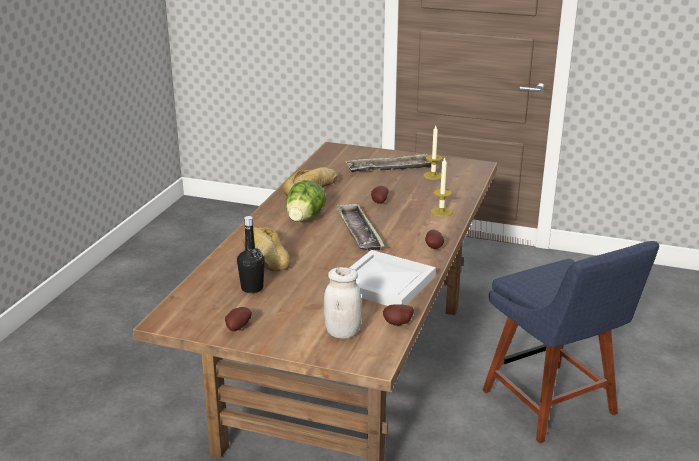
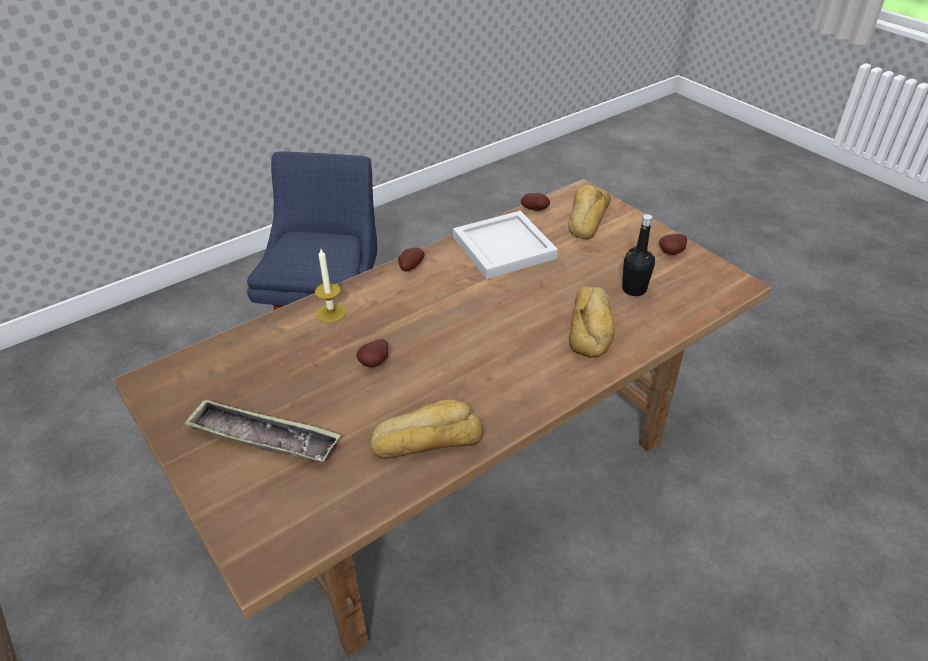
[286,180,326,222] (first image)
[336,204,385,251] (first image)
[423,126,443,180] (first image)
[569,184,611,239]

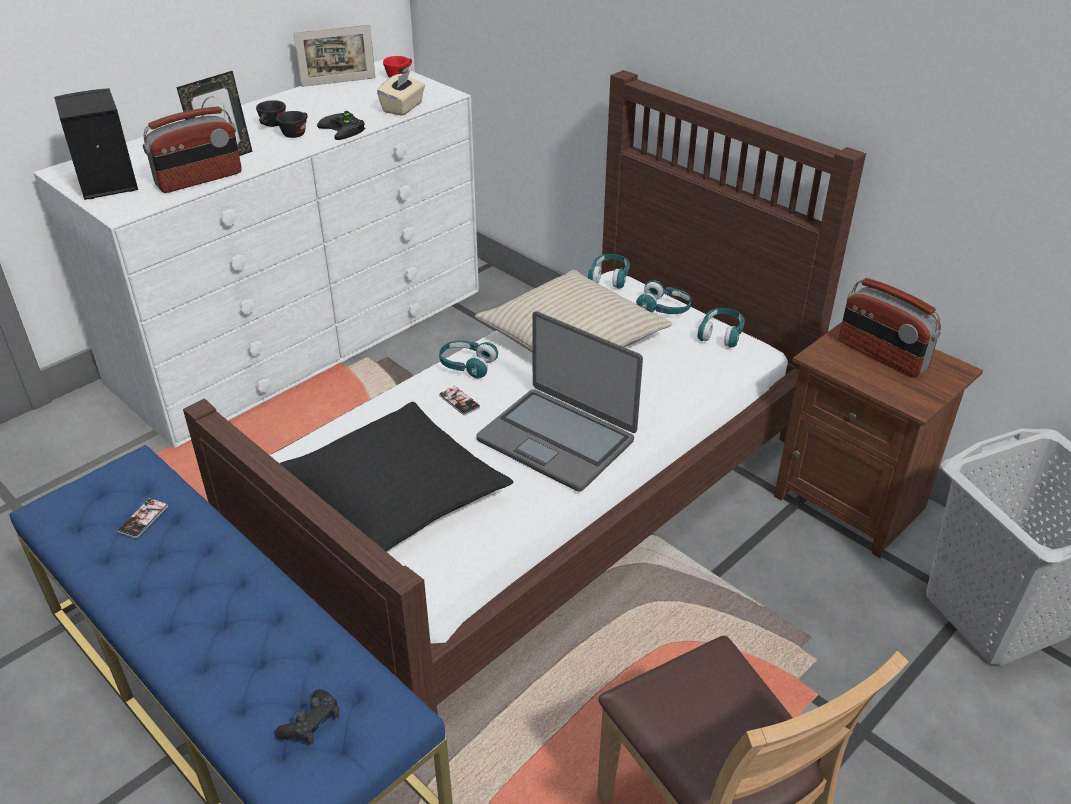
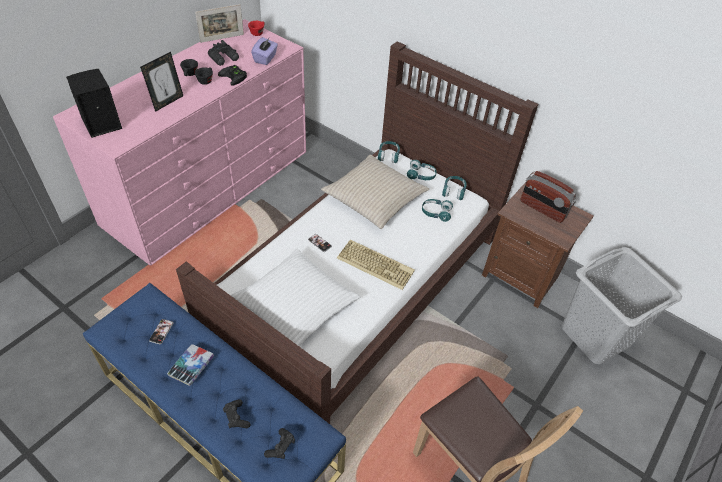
[143,106,242,193] (first image)
[167,344,214,386]
[208,40,239,66]
[223,399,250,428]
[422,199,453,222]
[337,240,415,290]
[53,19,306,266]
[231,249,360,347]
[251,37,278,65]

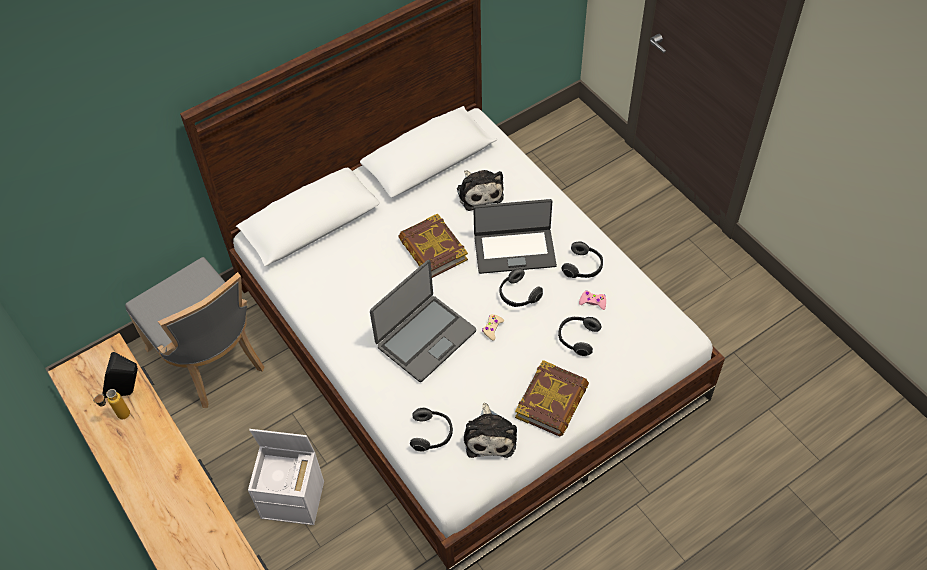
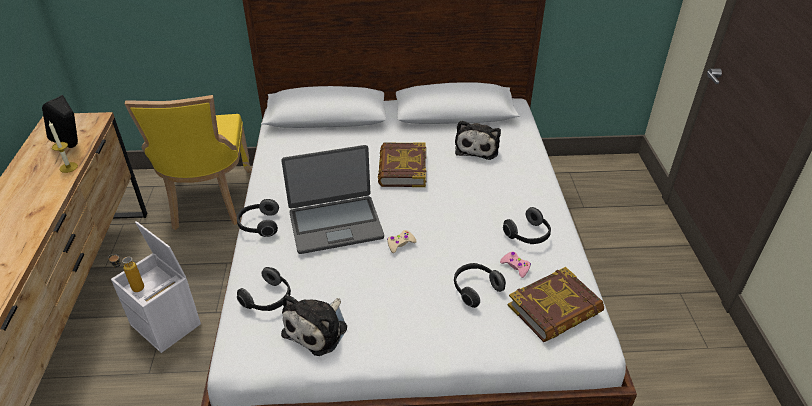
[473,199,557,274] (first image)
[49,121,78,173]
[108,254,144,292]
[237,199,279,237]
[508,267,604,342]
[125,95,252,230]

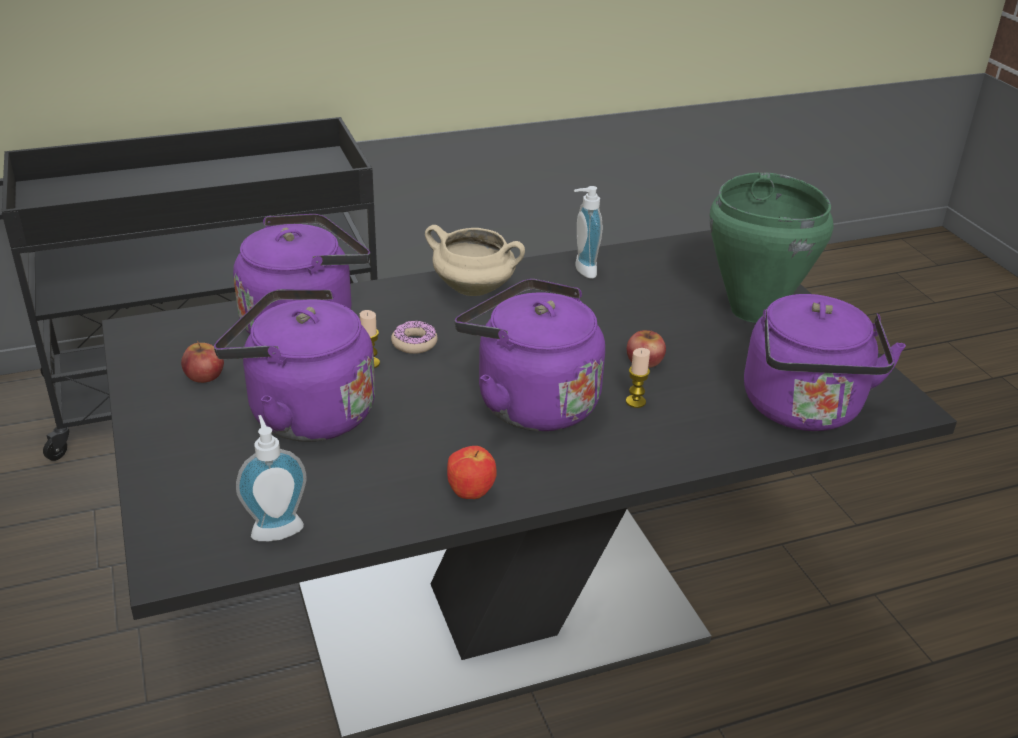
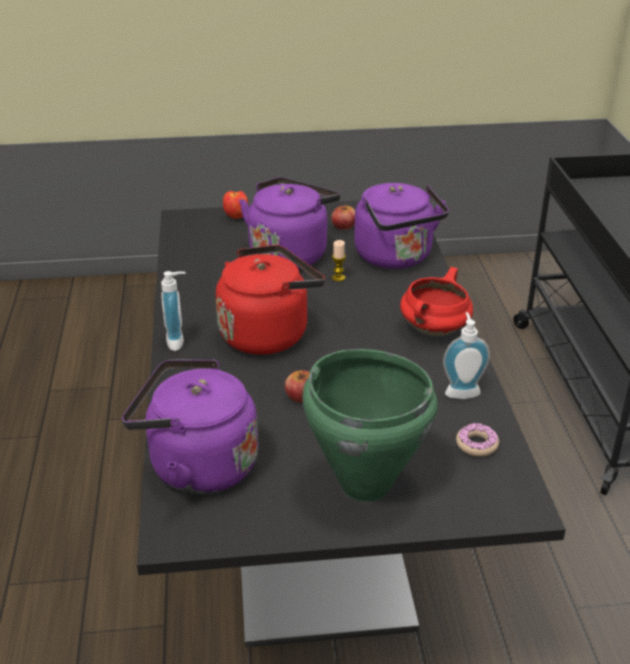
[626,348,650,408] (first image)
[161,271,186,351]
[456,423,499,457]
[223,191,248,219]
[400,267,473,336]
[216,245,325,355]

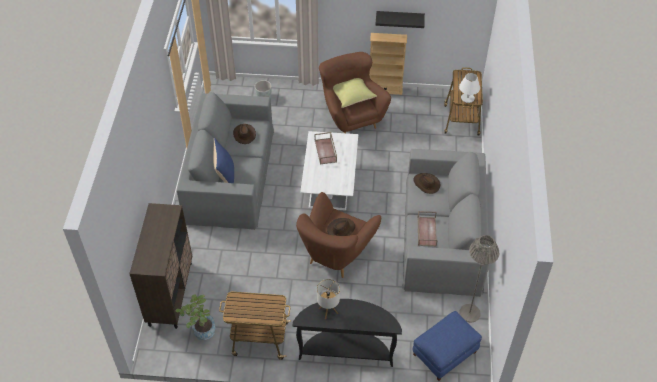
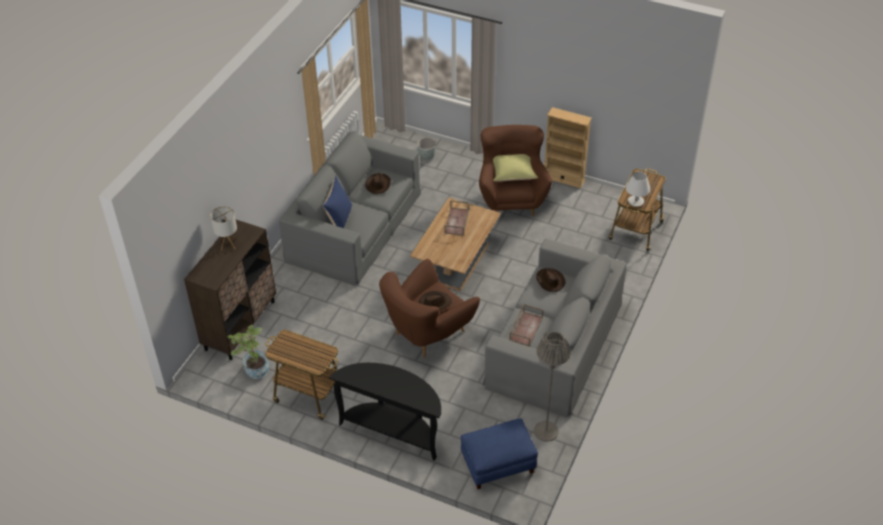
[375,11,425,28] (first image)
[210,206,237,251]
[410,197,501,291]

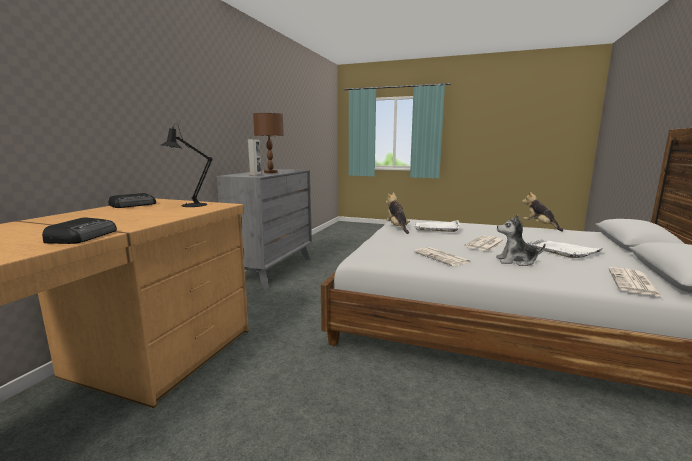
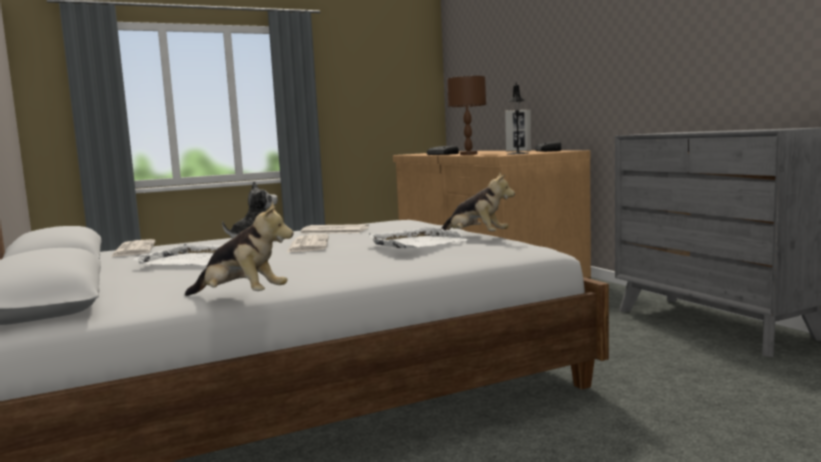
[505,109,531,151]
[447,76,486,155]

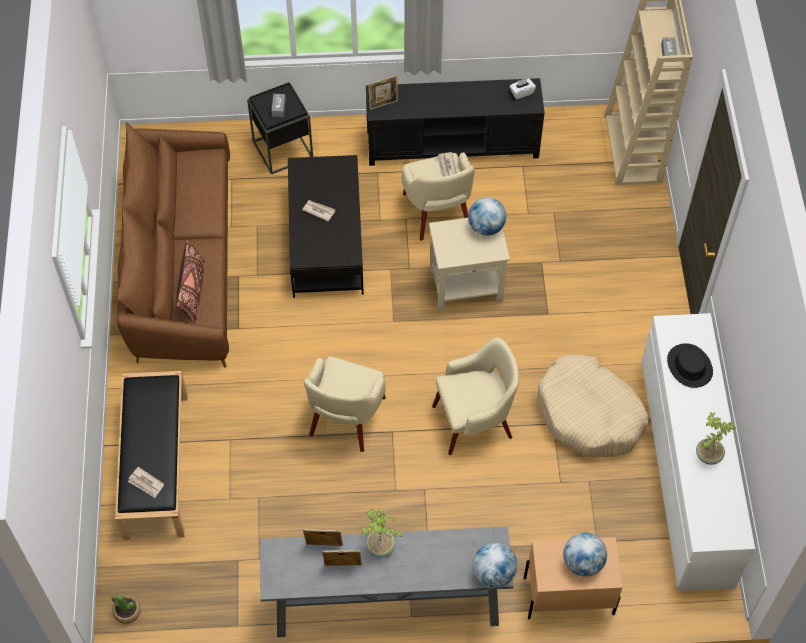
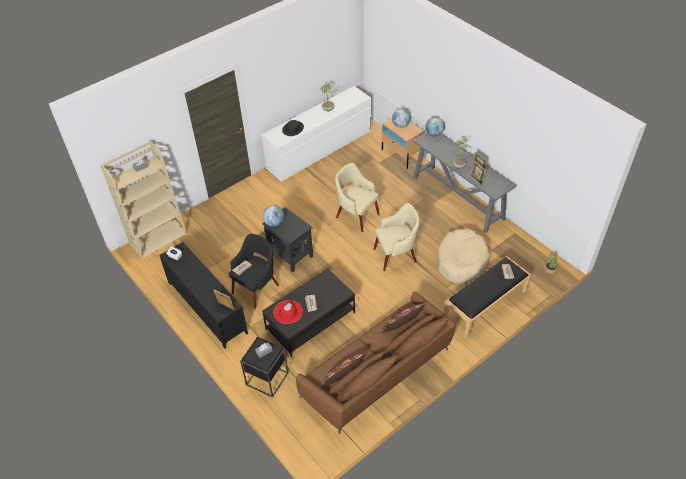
[274,300,303,324]
[322,353,366,386]
[437,228,490,284]
[229,234,279,309]
[262,207,313,272]

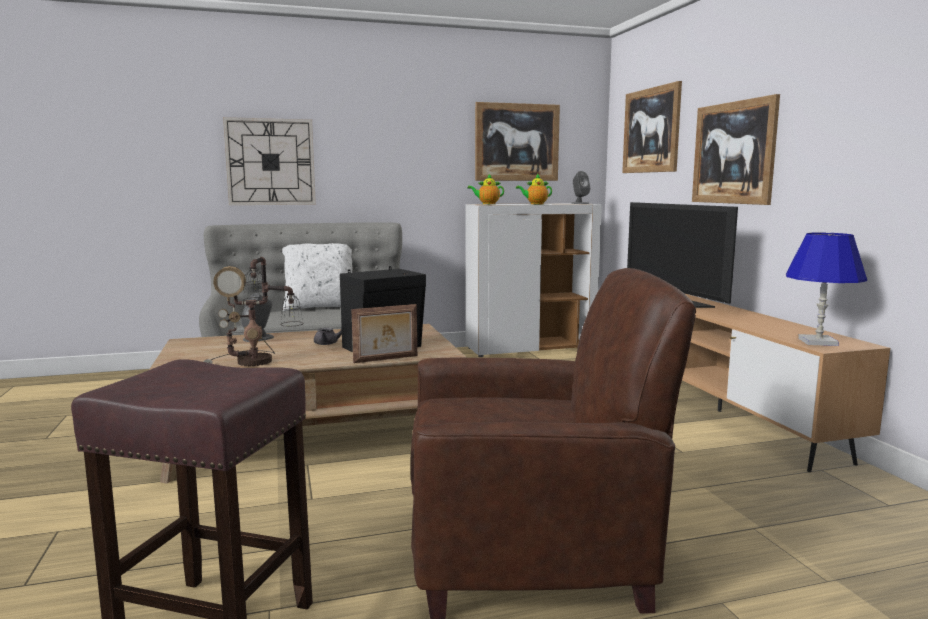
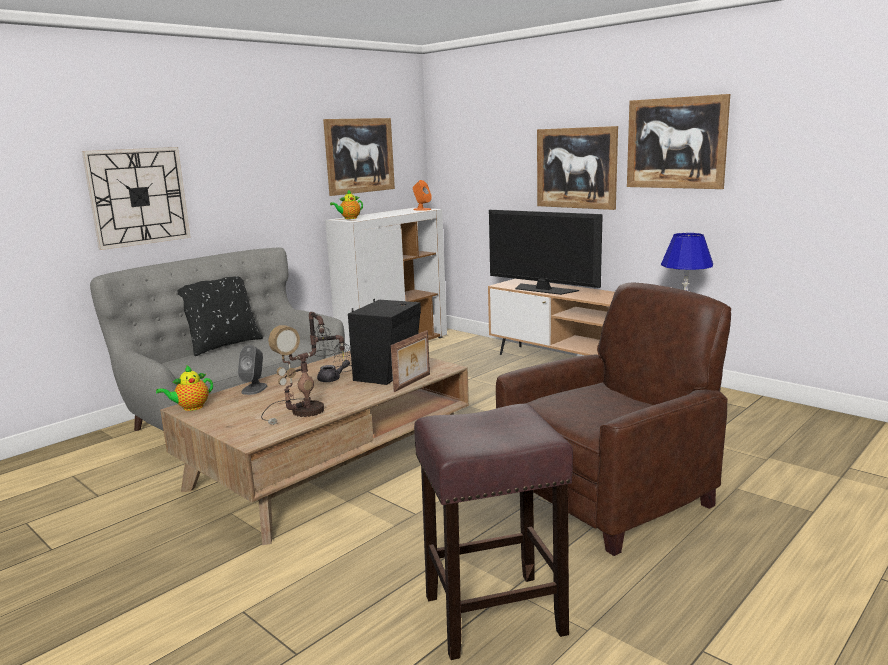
[156,365,213,411]
[627,94,730,189]
[178,276,263,356]
[413,180,432,211]

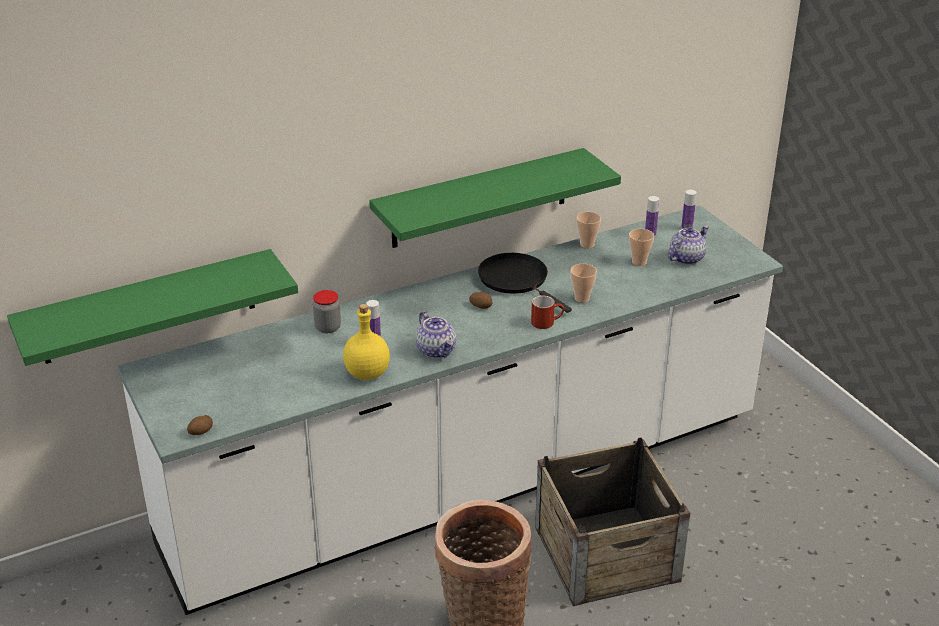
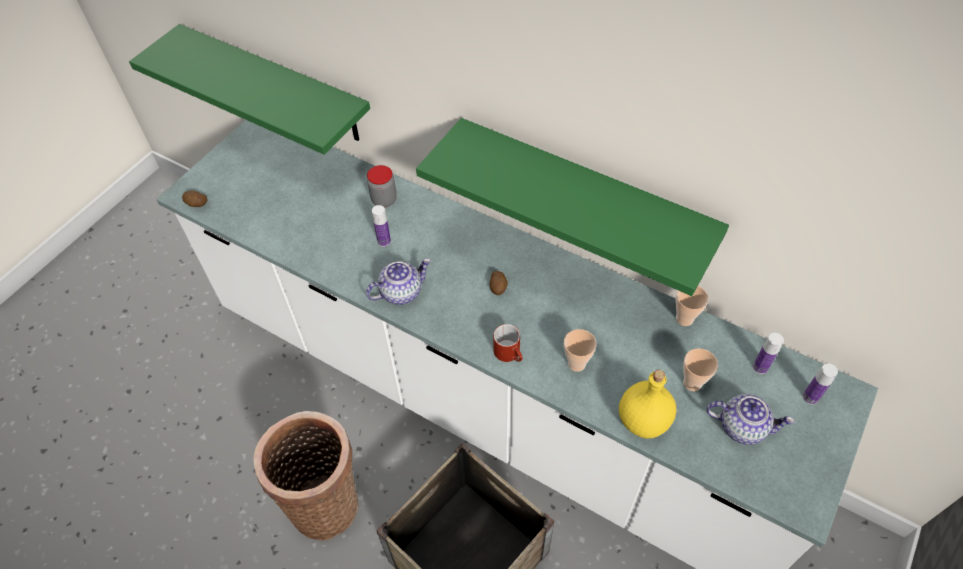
[478,253,572,313] (first image)
[619,370,677,438]
[366,258,431,305]

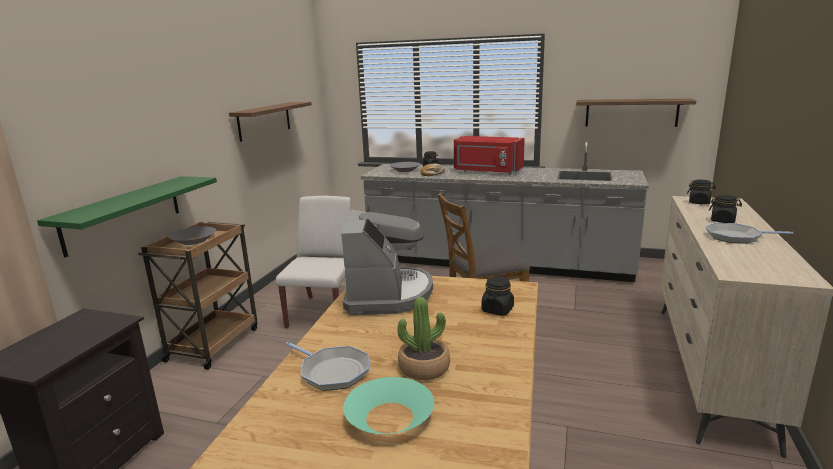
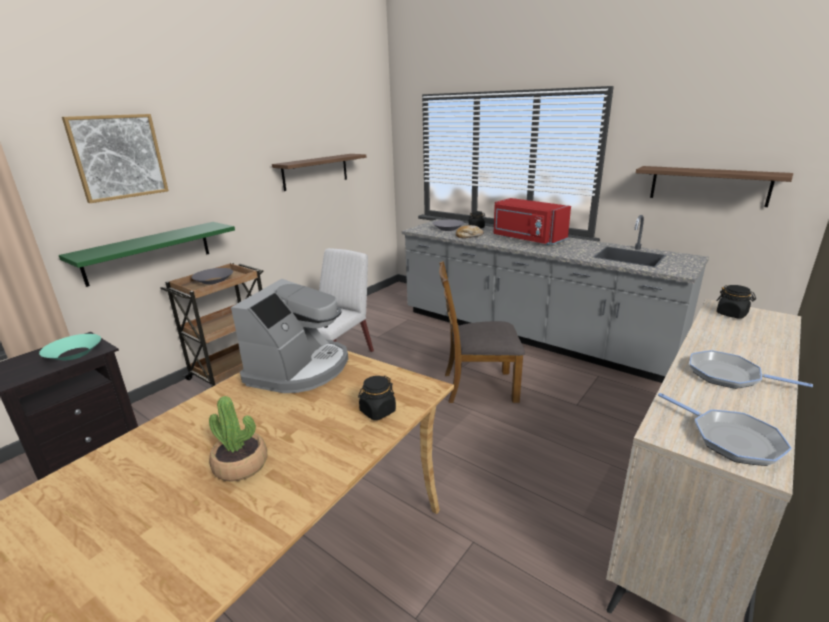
[709,195,742,223] (first image)
[62,114,169,203]
[658,393,792,466]
[39,334,101,361]

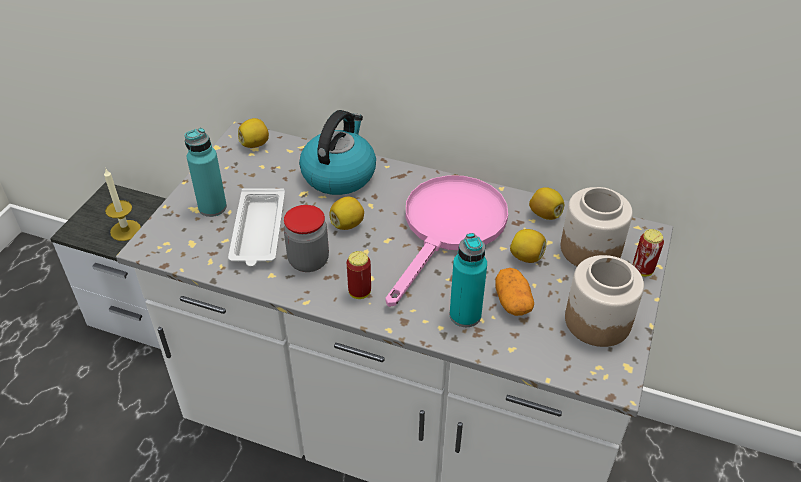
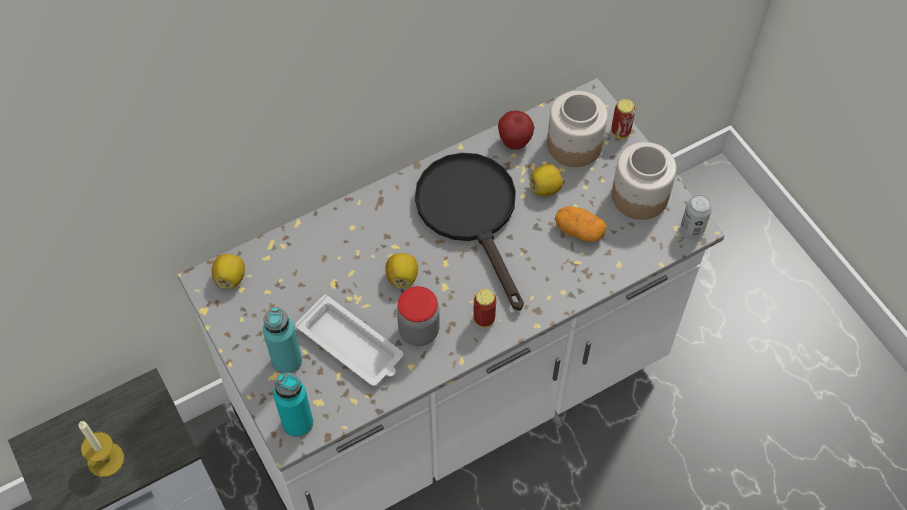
[299,110,376,195] (first image)
[681,195,712,237]
[273,372,313,437]
[498,111,534,150]
[415,153,524,311]

